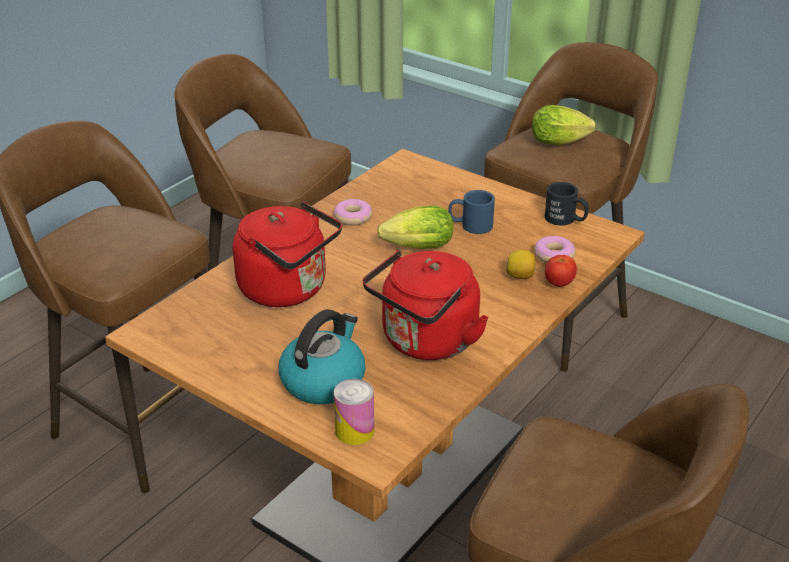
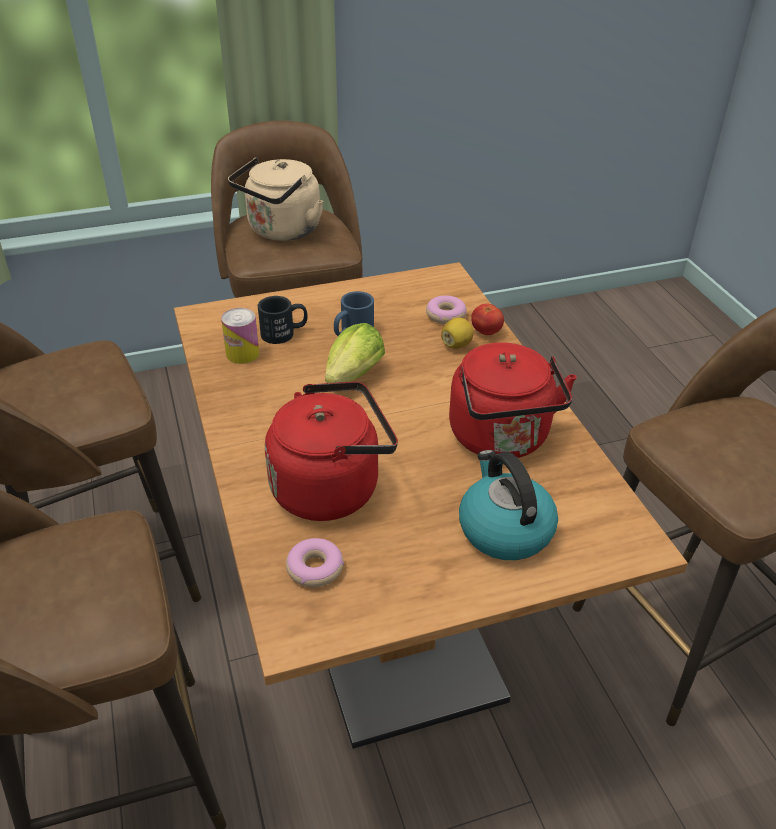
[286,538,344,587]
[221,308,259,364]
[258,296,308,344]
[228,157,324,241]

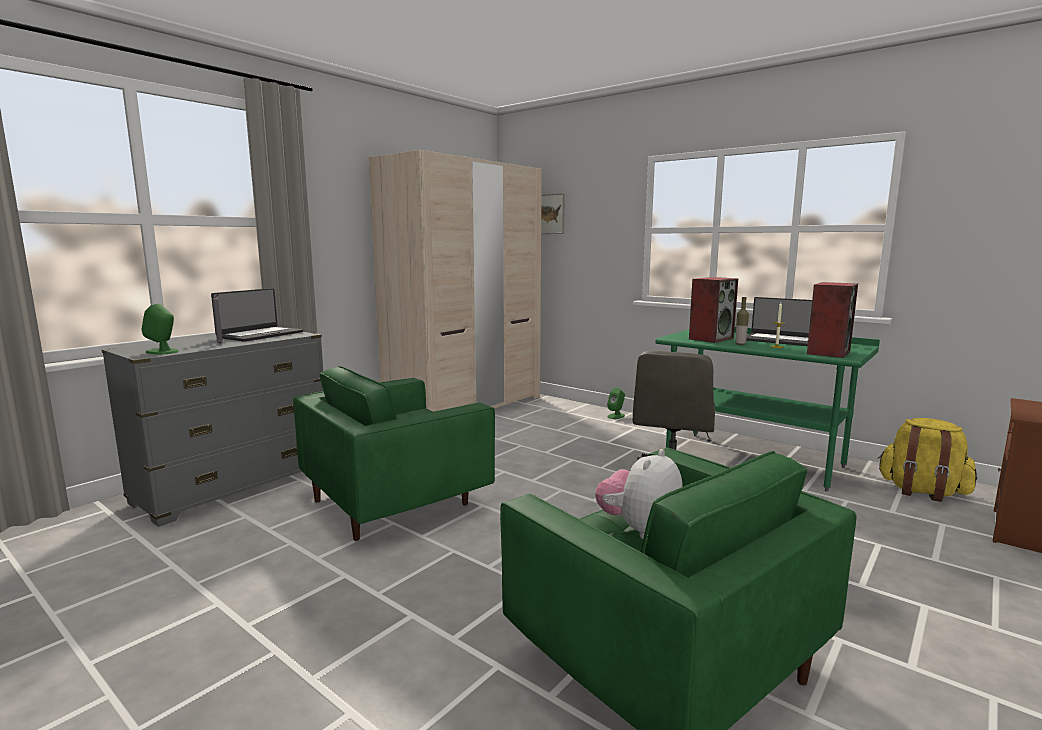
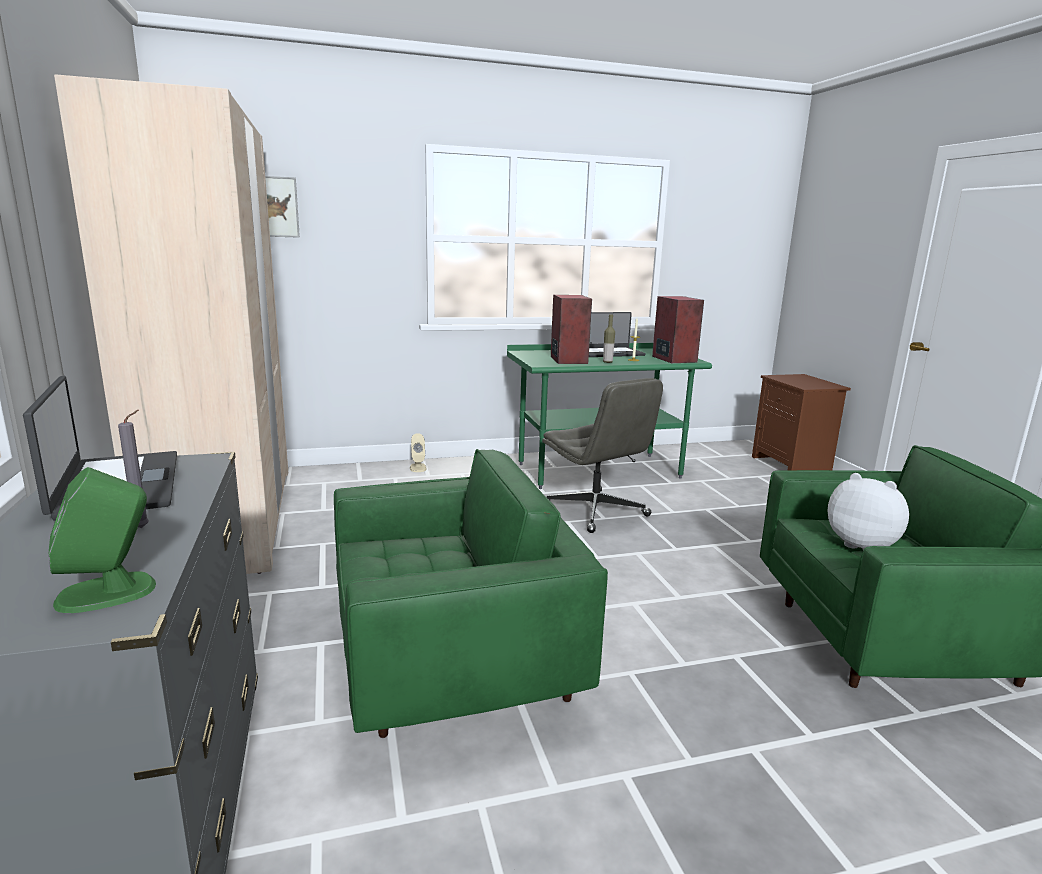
[878,418,977,502] (first image)
[410,433,427,472]
[334,449,608,738]
[828,473,909,550]

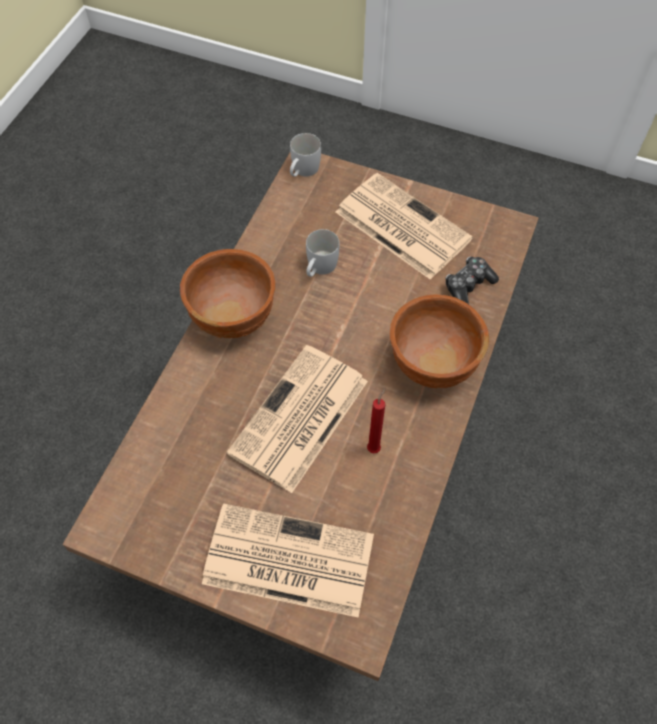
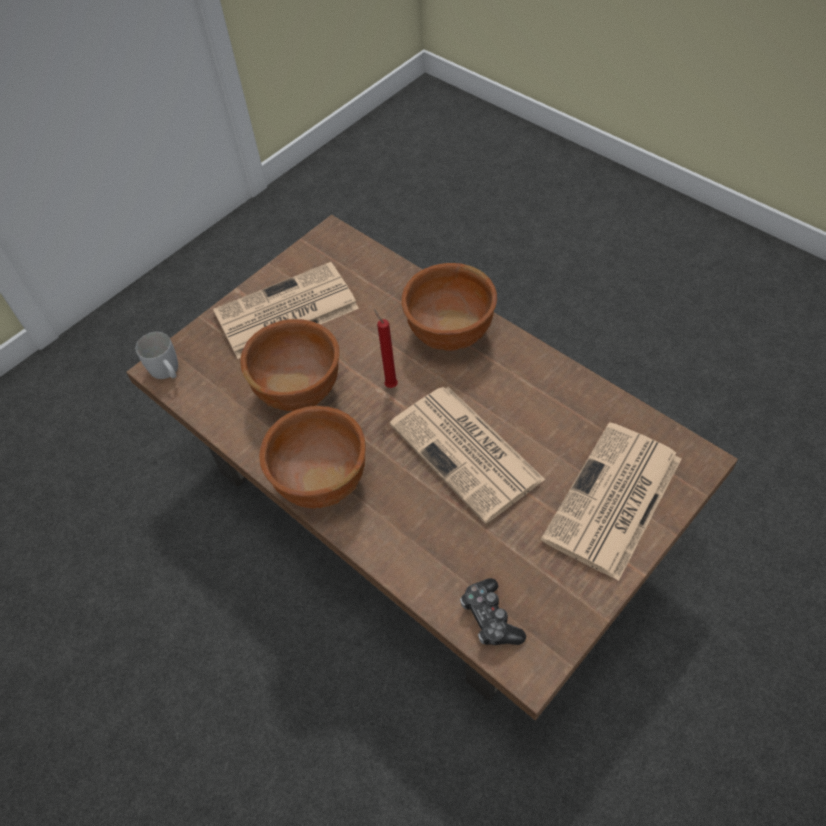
[374,309,398,388]
[460,578,526,645]
[240,319,340,411]

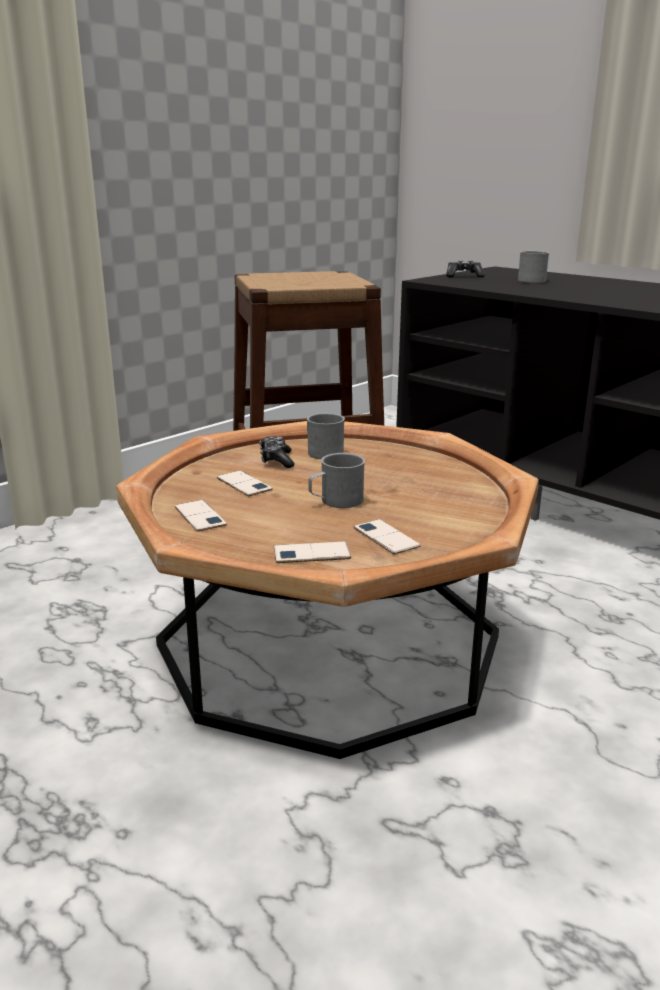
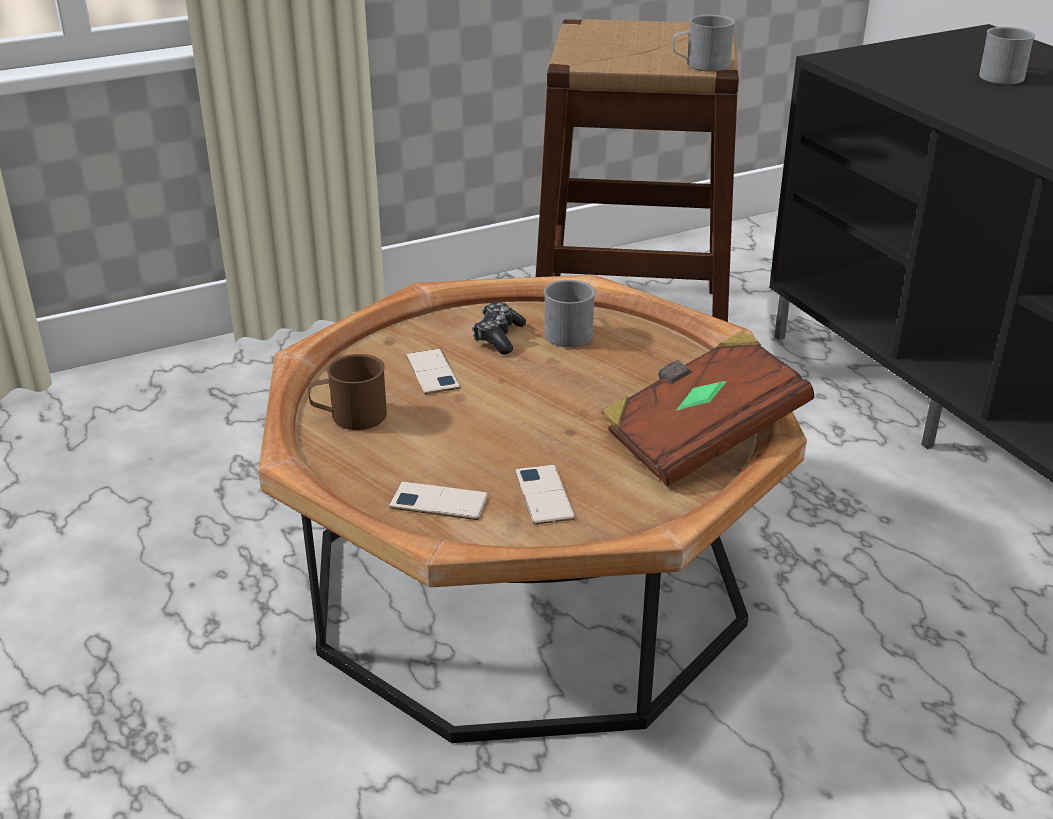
[446,260,485,278] (first image)
[601,329,814,487]
[672,15,735,72]
[308,354,387,430]

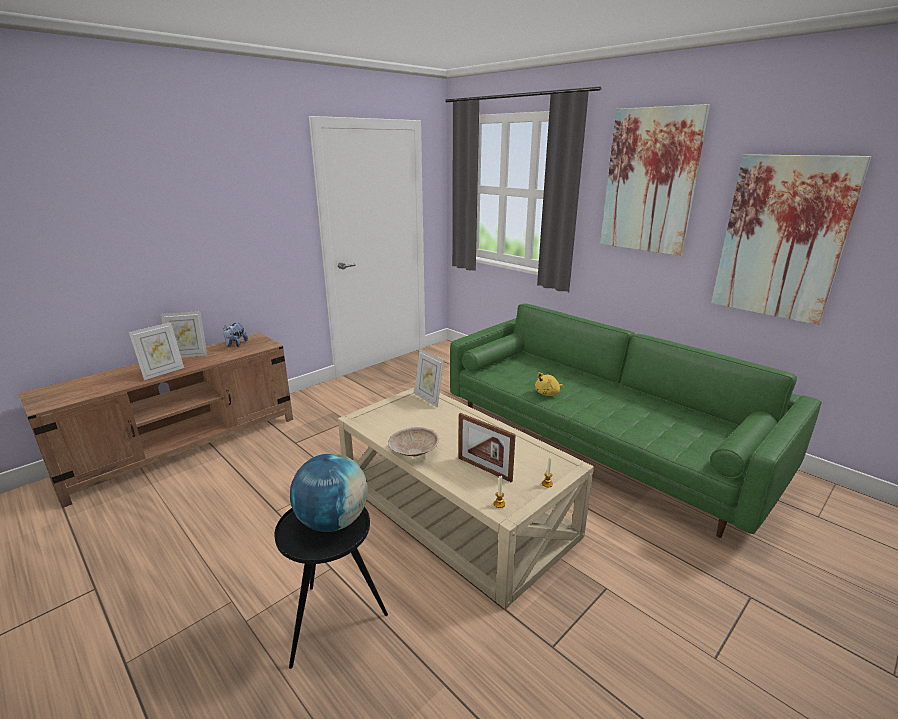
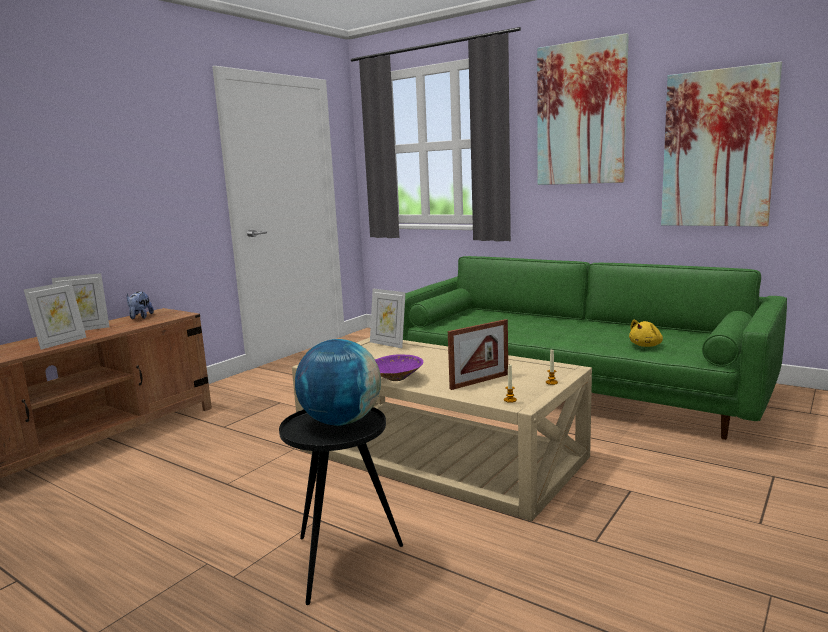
[629,320,663,347]
[375,354,423,381]
[448,319,508,390]

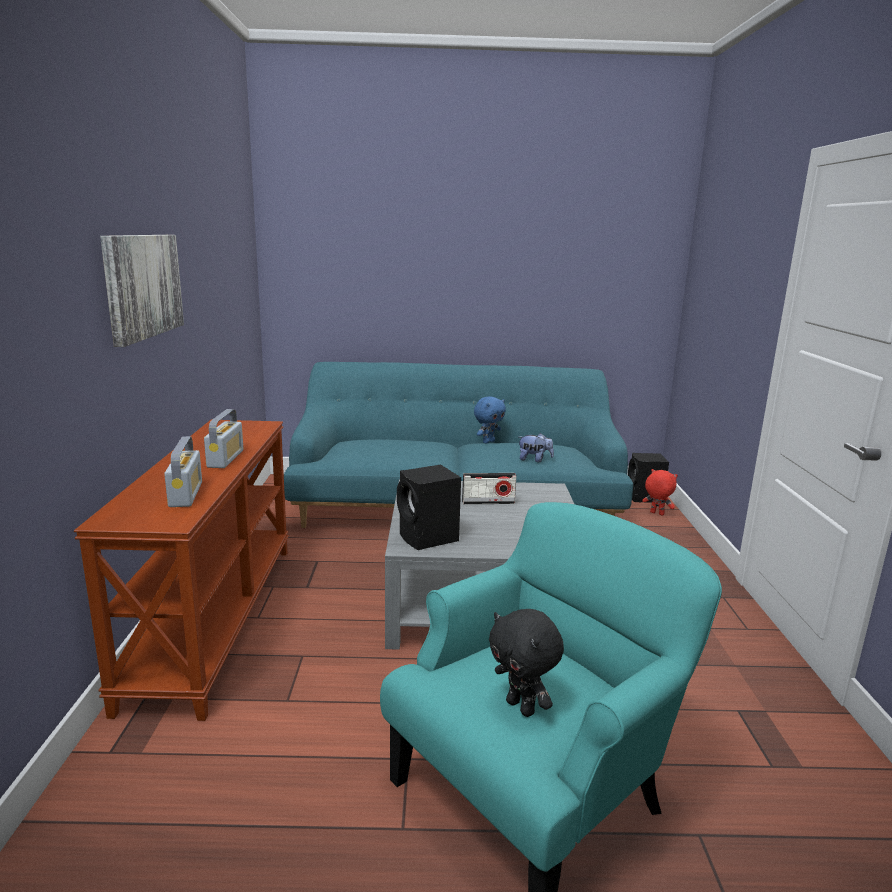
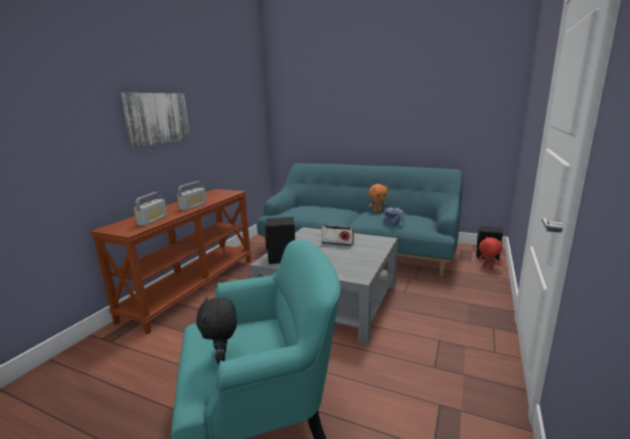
[368,184,388,212]

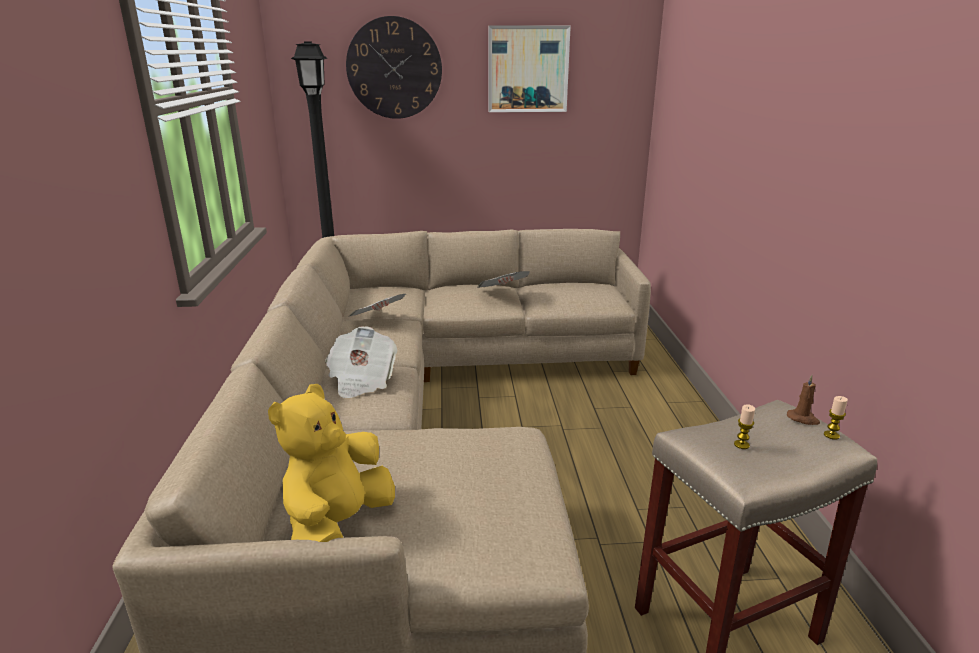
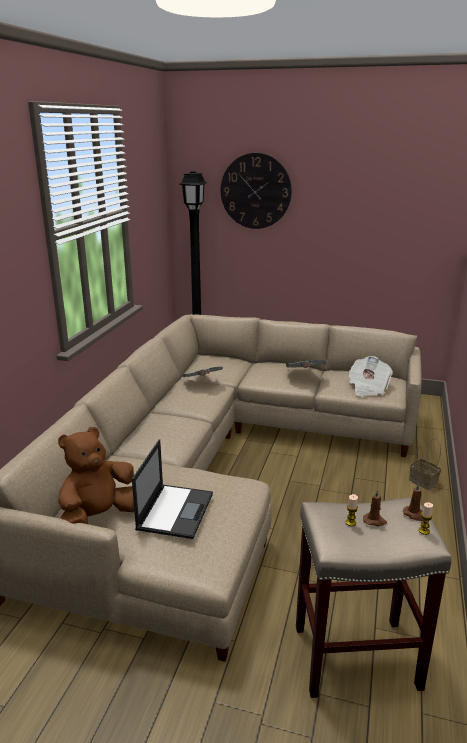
[488,25,571,112] (first image)
[132,439,213,539]
[363,490,387,526]
[409,438,441,490]
[348,356,393,397]
[58,427,134,524]

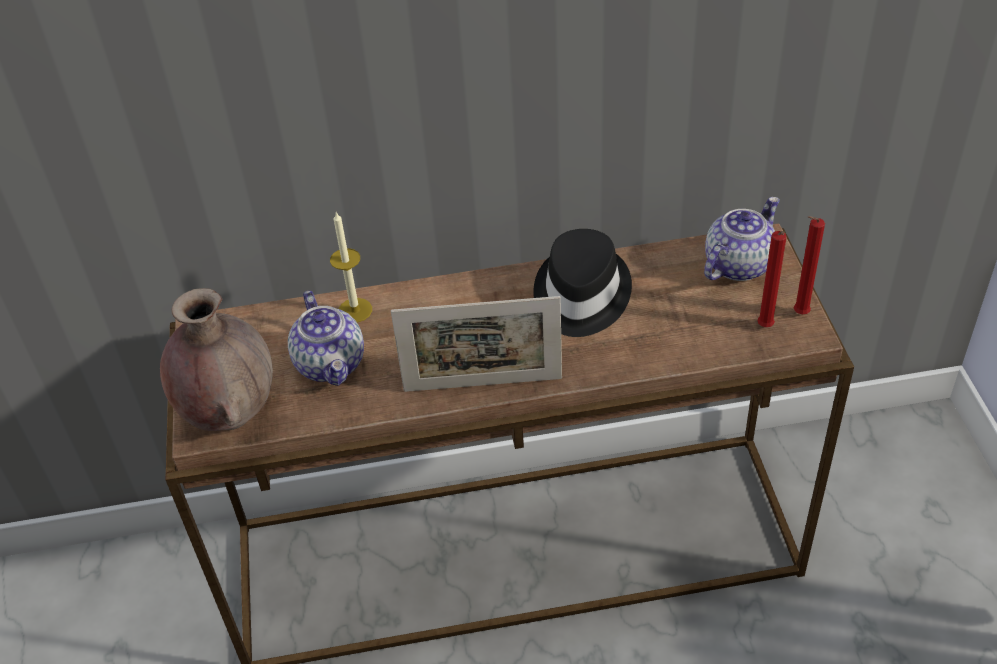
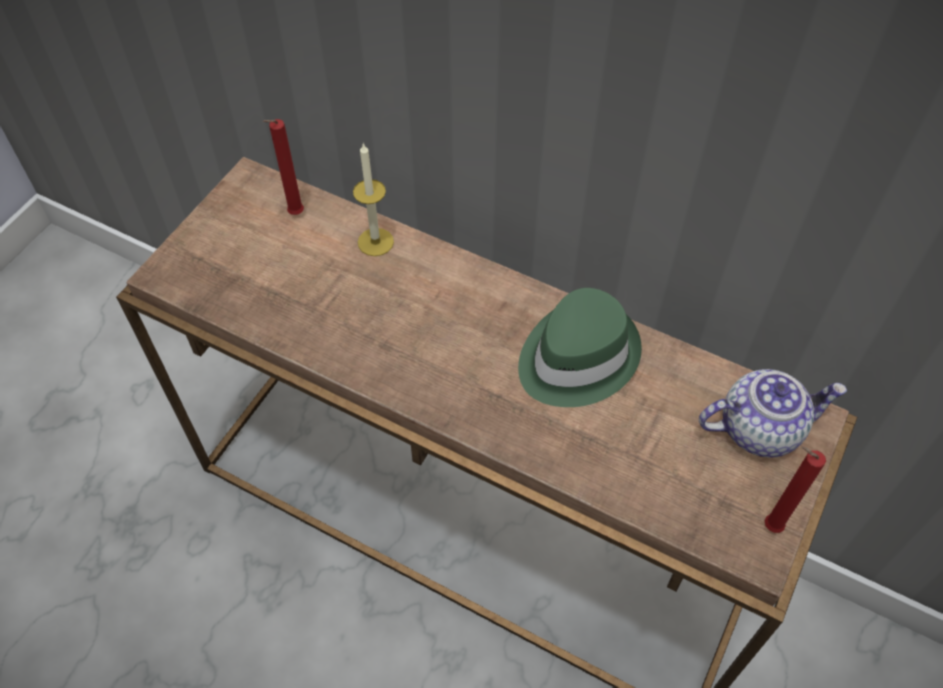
[160,288,273,431] (first image)
[288,291,364,386] (first image)
[391,296,562,392] (first image)
[263,119,304,215]
[518,288,642,407]

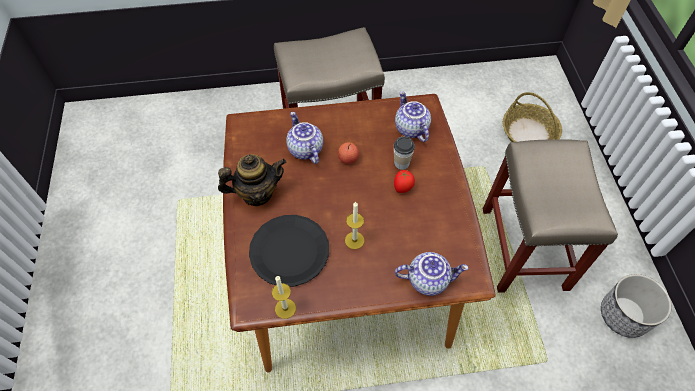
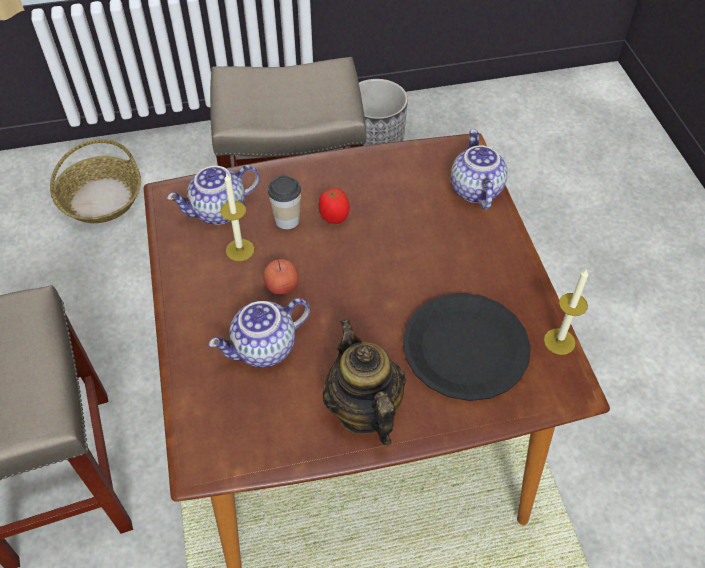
[220,174,254,261]

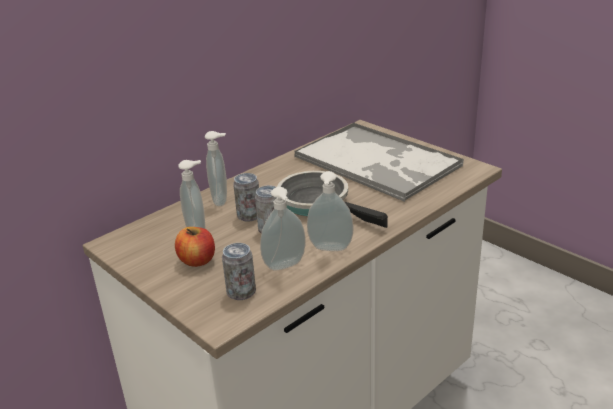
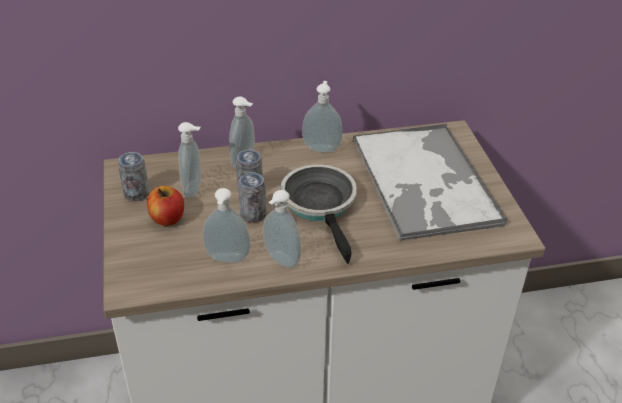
[302,81,343,152]
[118,152,149,201]

